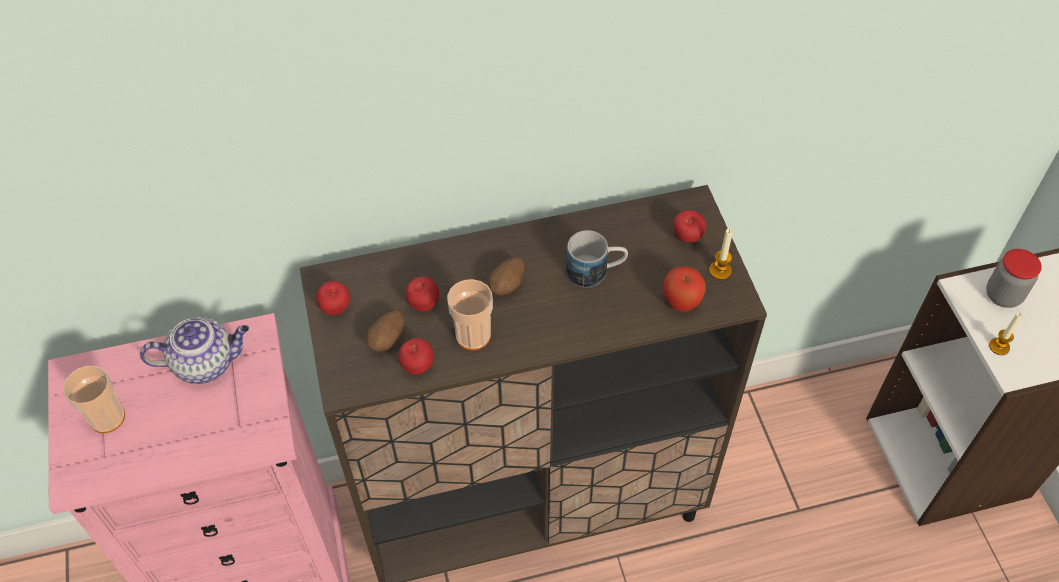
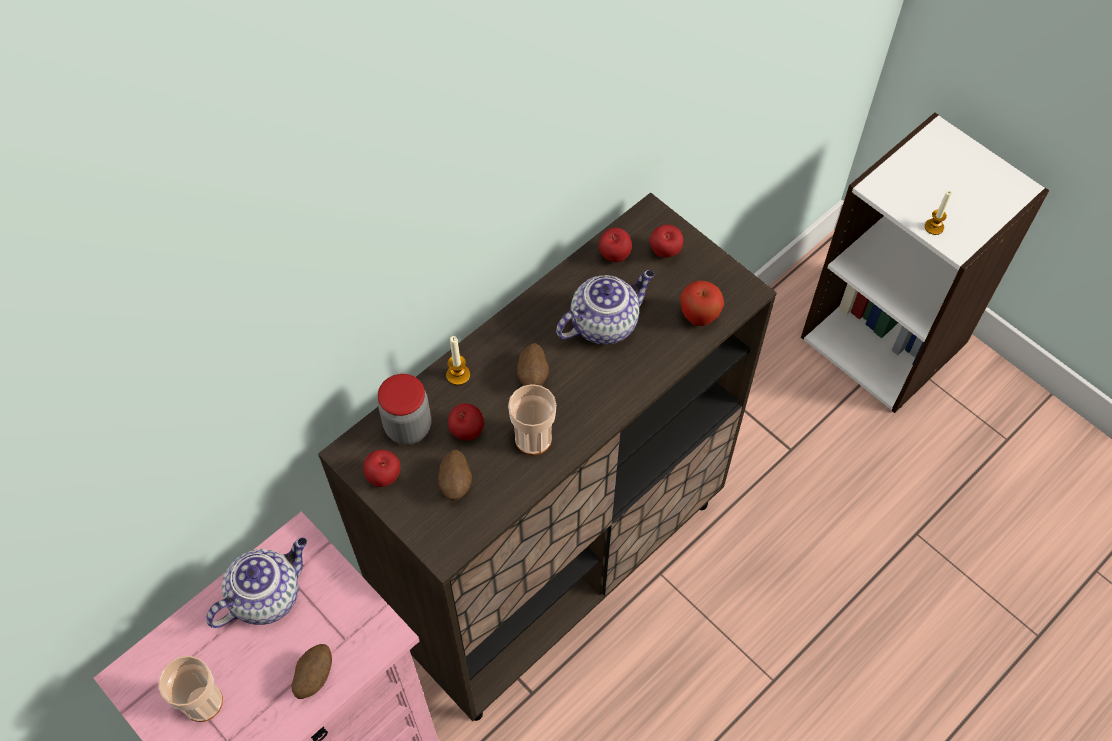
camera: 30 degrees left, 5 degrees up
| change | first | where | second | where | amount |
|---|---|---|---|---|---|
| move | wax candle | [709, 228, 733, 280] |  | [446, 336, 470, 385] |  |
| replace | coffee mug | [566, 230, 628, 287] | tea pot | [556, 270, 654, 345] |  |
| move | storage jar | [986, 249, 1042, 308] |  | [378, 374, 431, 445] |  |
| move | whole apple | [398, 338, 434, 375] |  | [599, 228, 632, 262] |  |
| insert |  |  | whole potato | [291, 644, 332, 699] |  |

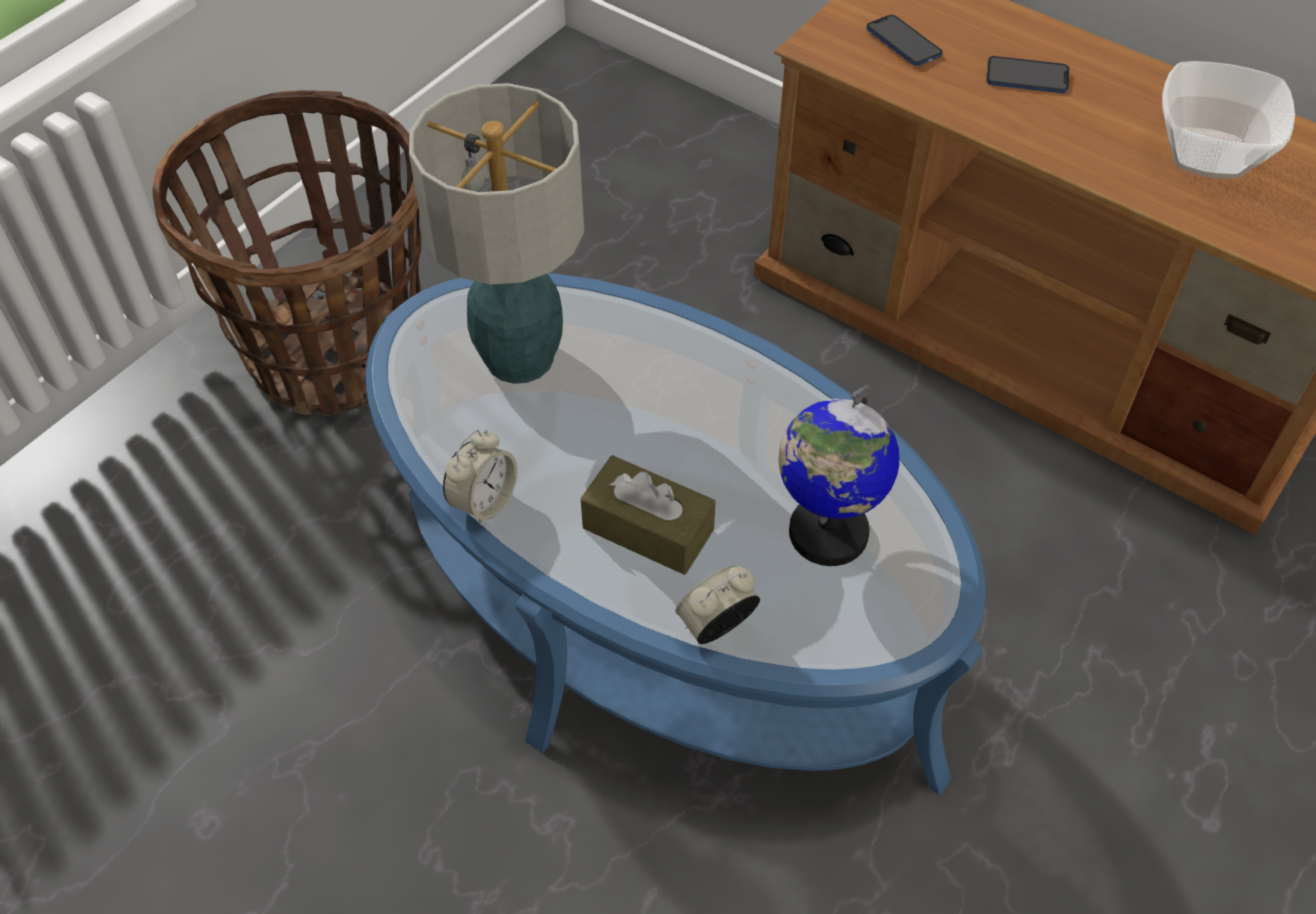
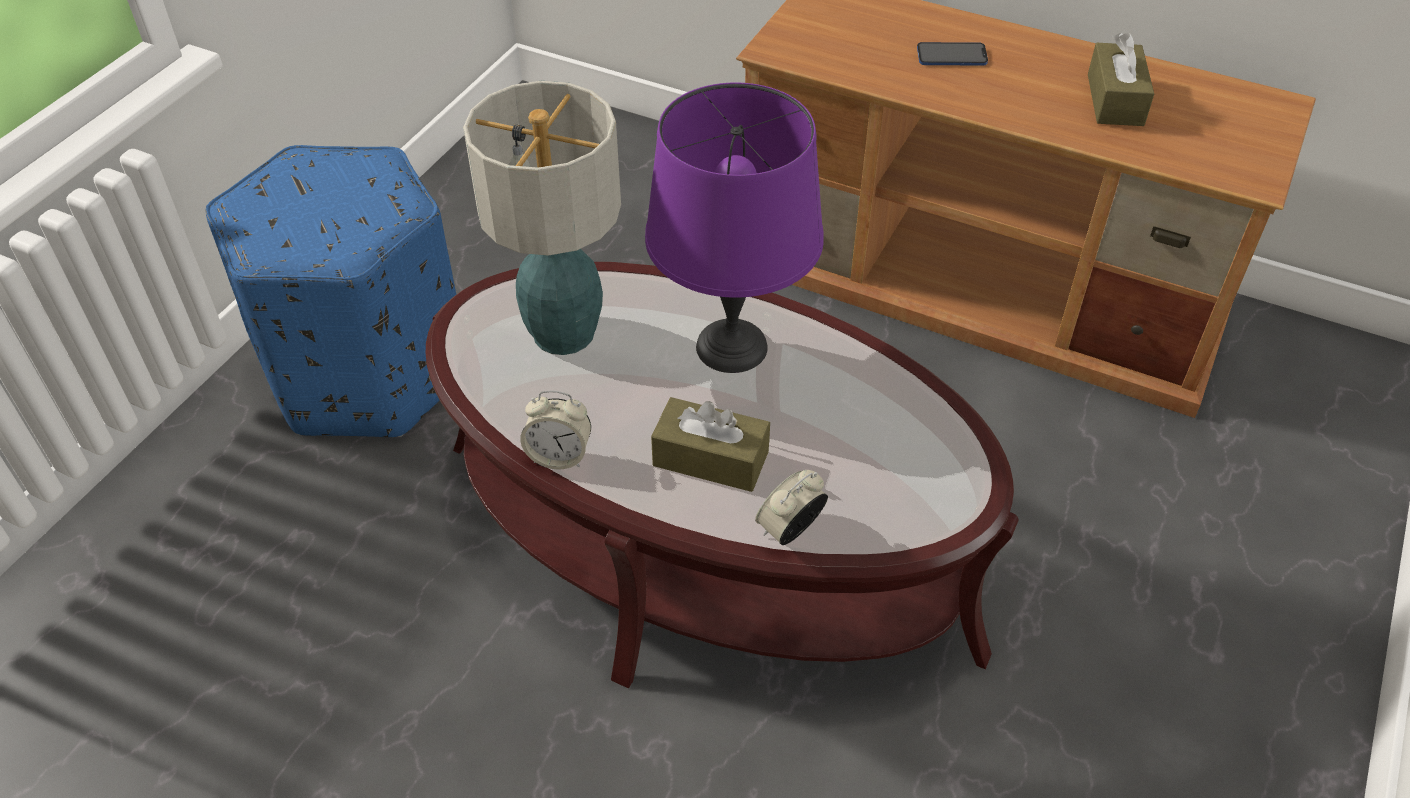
camera: 10 degrees left, 5 degrees down
| change | first | where | second | where | amount |
|---|---|---|---|---|---|
| delete | telephone | [866, 15, 943, 66] |  |  |  |
| replace | bowl | [1162, 61, 1295, 179] | brown box of tissues | [1088, 32, 1154, 126] |  |
| replace | household basket | [152, 90, 421, 416] | bluish footrest | [205, 145, 456, 437] |  |
| recolor | bluish coffee table | [366, 273, 986, 796] | brown coffee table | [426, 262, 1019, 688] |  |
| delete | world globe | [778, 385, 899, 566] |  |  |  |
| rotate | table clock | [443, 430, 517, 525] |  | [520, 390, 591, 469] | 75 degrees clockwise |
| insert |  |  | purple table lamp | [645, 82, 824, 373] |  |

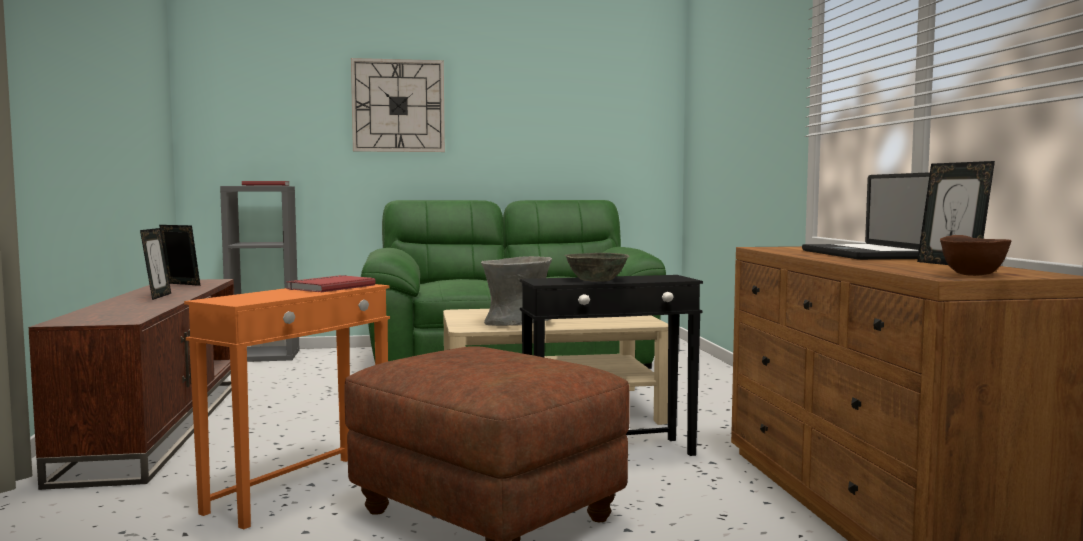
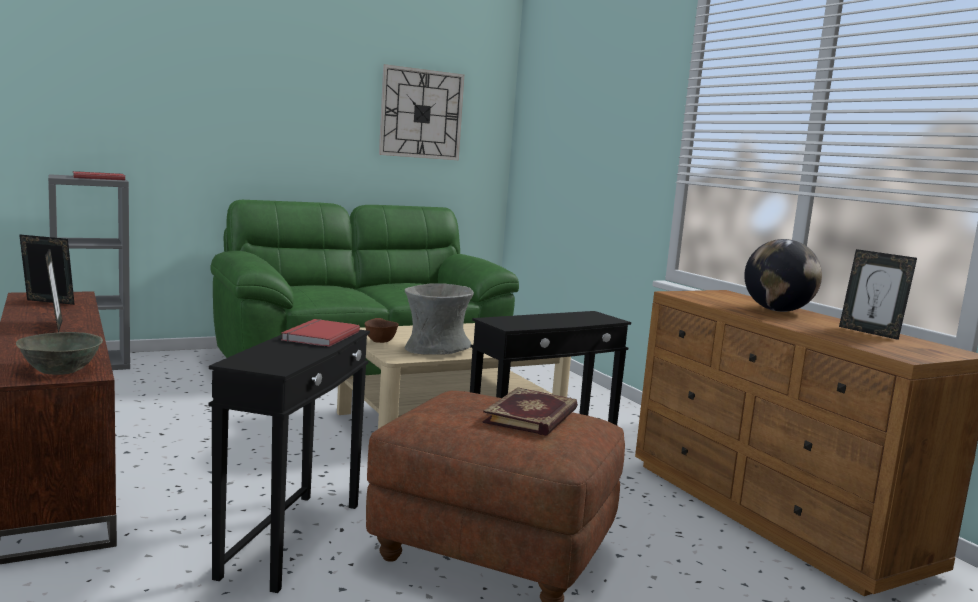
camera: 20 degrees left, 5 degrees up
| change | first | where | second | where | amount |
|---|---|---|---|---|---|
| move | hanging clock | [351, 58, 445, 152] |  | [379, 64, 464, 160] |  |
| replace | laptop | [802, 172, 930, 260] | world globe | [744, 239, 822, 312] |  |
| move | brown bowl | [940, 235, 1011, 276] |  | [364, 318, 399, 343] |  |
| move | greyish bowl | [564, 253, 629, 282] |  | [16, 332, 103, 375] |  |
| recolor | orange end table | [184, 284, 390, 529] | black-coloured end table | [208, 330, 370, 593] |  |
| insert |  |  | book | [482, 387, 578, 436] |  |

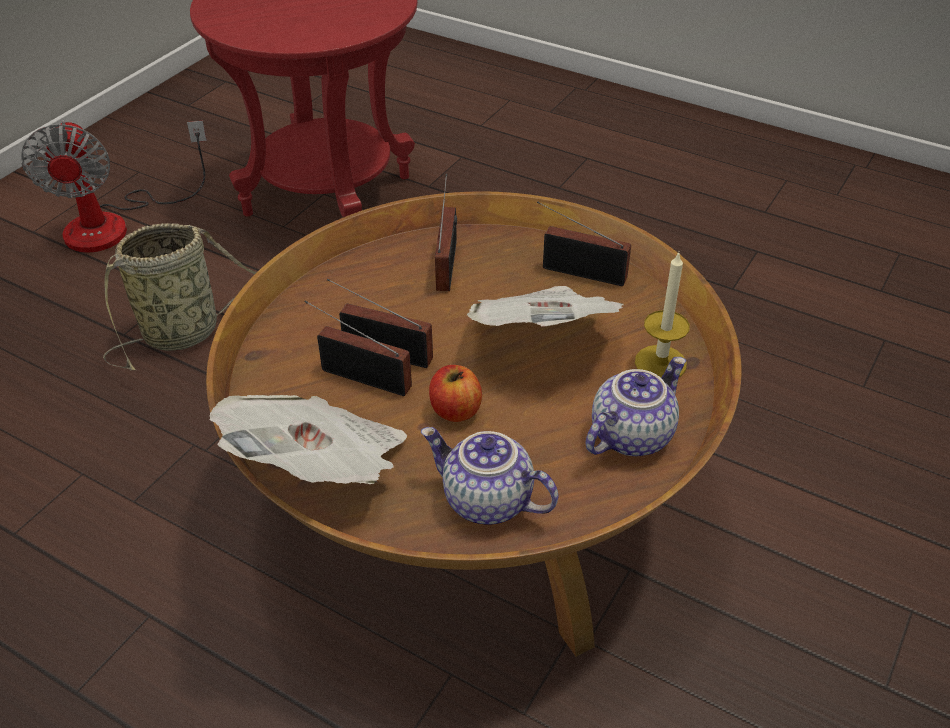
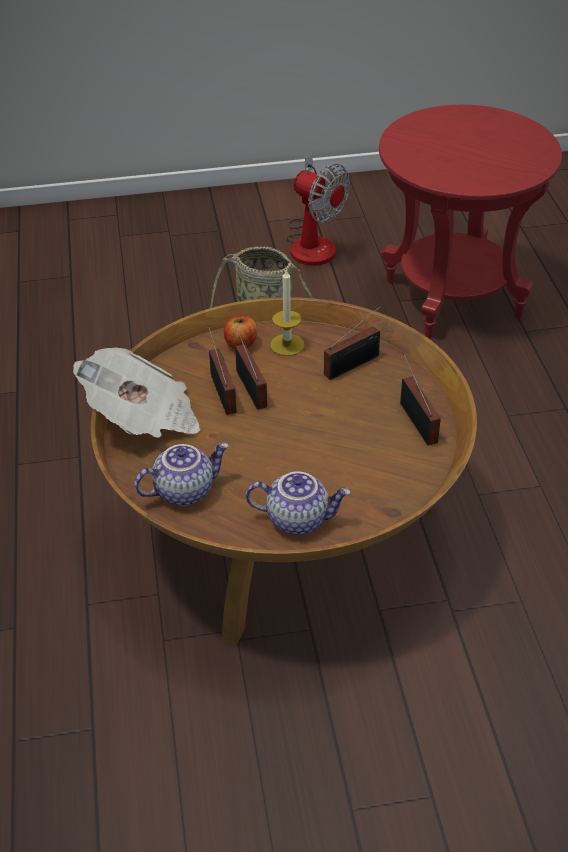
camera: 50 degrees right, 0 degrees up
| change | first | where | second | where | amount |
|---|---|---|---|---|---|
| rotate | cooling fan | [21, 120, 207, 253] |  | [286, 154, 350, 266] | 90 degrees counterclockwise |
| move | wax candle | [635, 252, 690, 377] |  | [270, 268, 305, 356] |  |
| delete | printed paper | [467, 286, 624, 326] |  |  |  |
| move | whole apple | [429, 365, 482, 422] |  | [224, 314, 257, 349] |  |
| rotate | tea pot | [421, 427, 558, 524] |  | [134, 442, 229, 506] | 75 degrees clockwise |

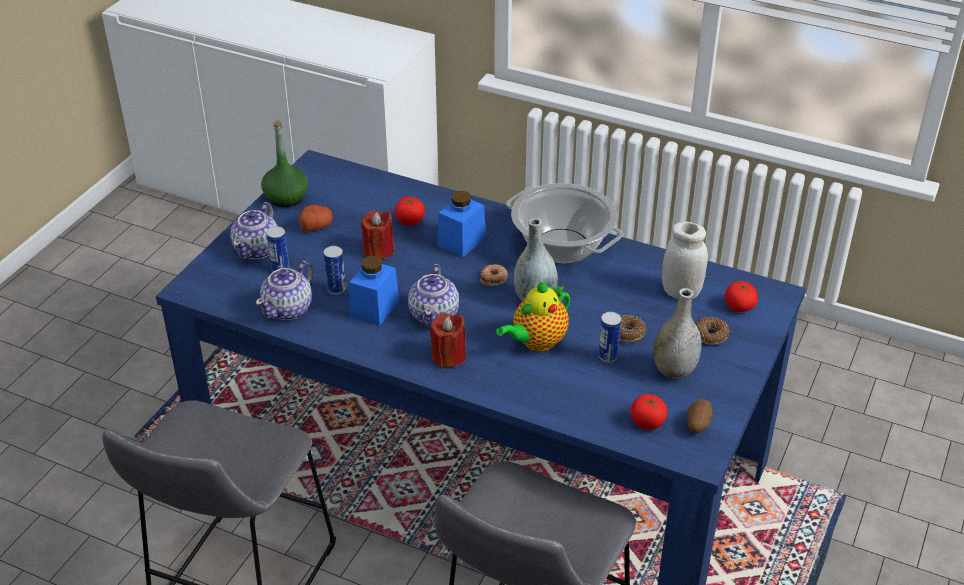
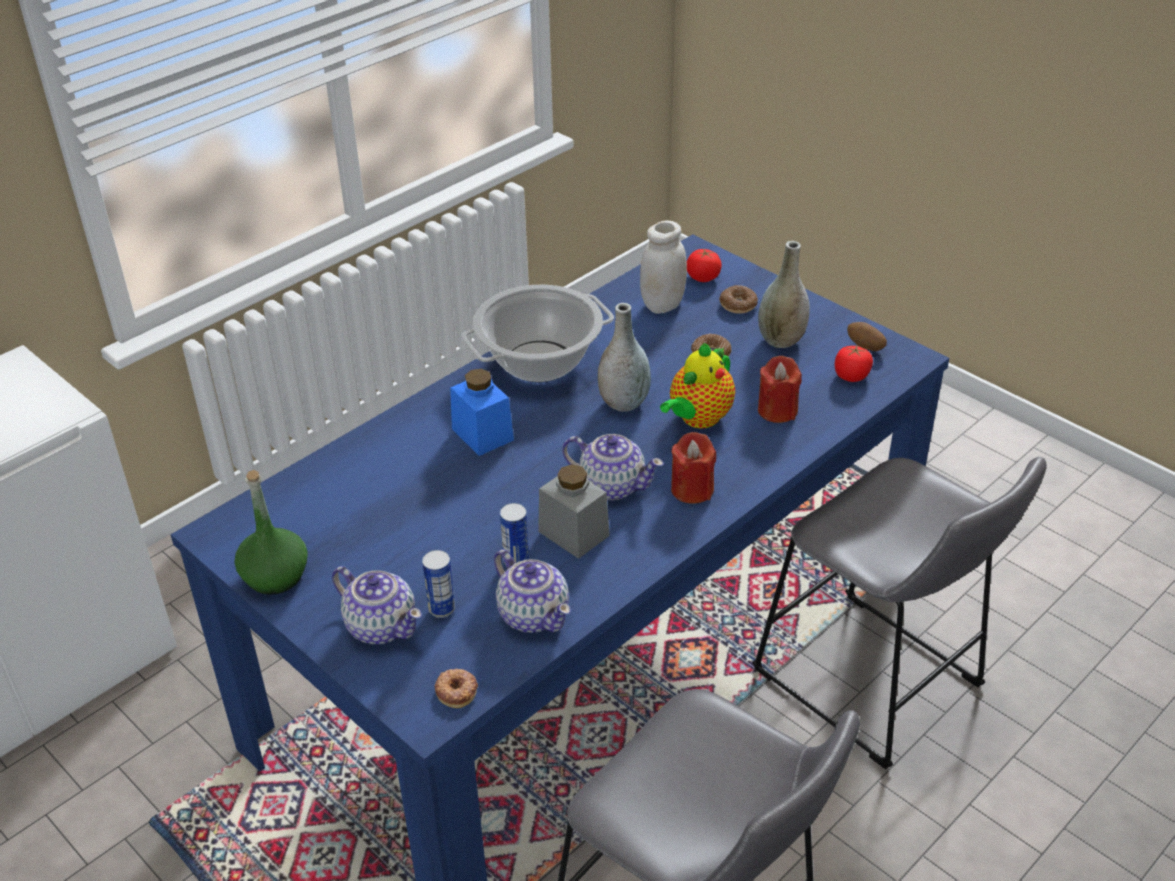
camera: 70 degrees left, 0 degrees up
| change | first | where | second | where | amount |
|---|---|---|---|---|---|
| delete | fresh tomato | [395, 197, 425, 226] |  |  |  |
| delete | whole potato | [299, 205, 333, 232] |  |  |  |
| move | red wax candle | [361, 210, 395, 259] |  | [758, 356, 802, 423] |  |
| recolor | bluish storage jar | [349, 256, 399, 326] | greyish storage jar | [538, 464, 610, 559] |  |
| move | donut | [480, 264, 508, 286] |  | [435, 669, 478, 708] |  |
| rotate | tea pot | [496, 282, 570, 352] |  | [660, 343, 735, 428] | 60 degrees clockwise |
| delete | sealed can | [598, 312, 622, 363] |  |  |  |

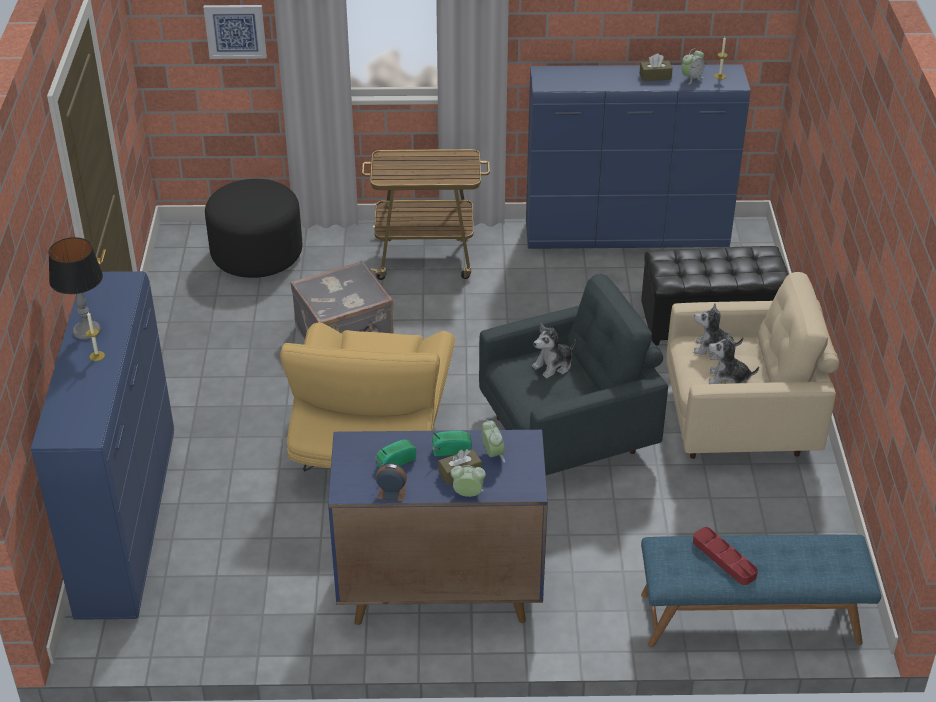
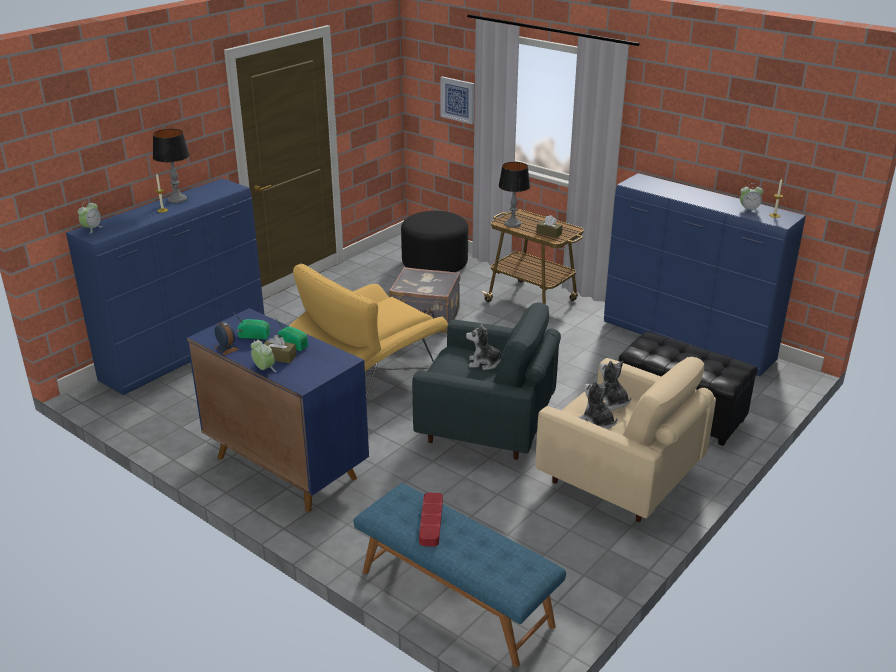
camera: 40 degrees right, 10 degrees down
| change | first | where | second | where | amount |
|---|---|---|---|---|---|
| move | brown box of tissues | [639, 54, 673, 81] |  | [536, 215, 563, 238] |  |
| move | table clock | [482, 420, 505, 462] |  | [78, 201, 103, 234] |  |
| insert |  |  | table lamp | [499, 162, 530, 227] |  |

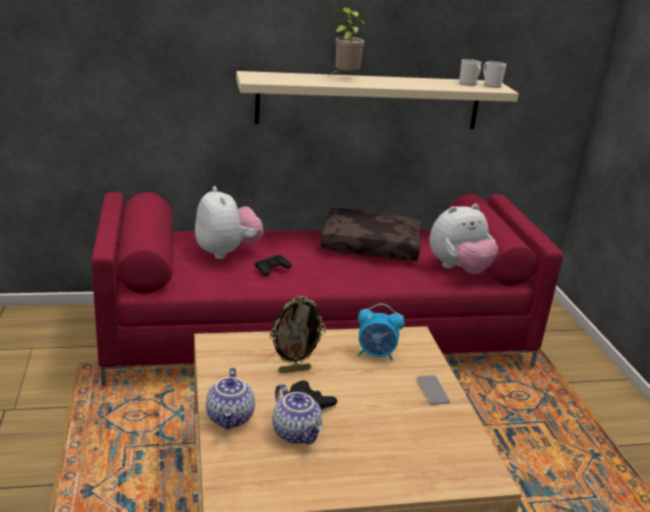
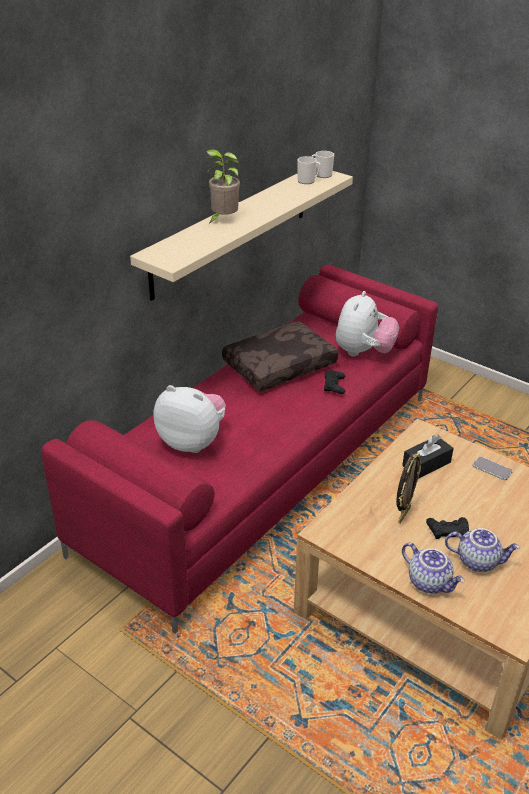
camera: 40 degrees left, 10 degrees up
| change | first | where | second | where | amount |
|---|---|---|---|---|---|
| move | black-coloured game controller | [255, 255, 292, 276] |  | [324, 370, 345, 394] |  |
| replace | table clock | [358, 304, 405, 361] | black-coloured box of tissues | [402, 435, 454, 479] |  |

